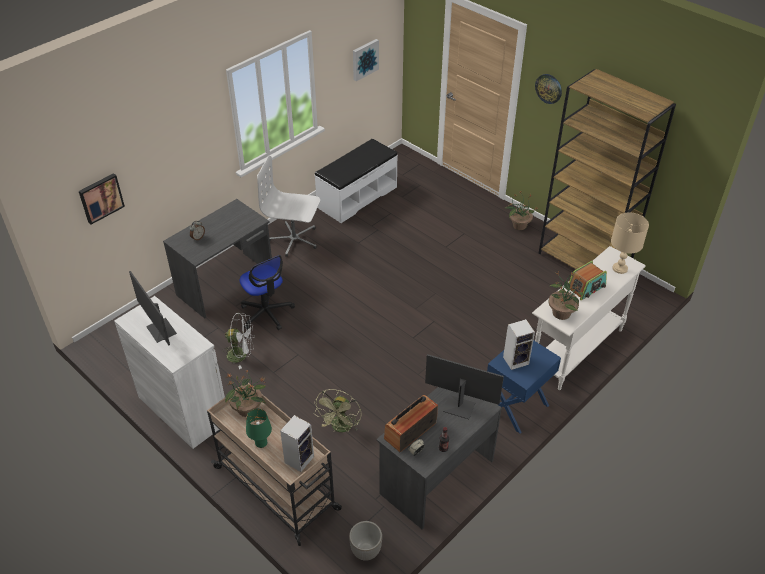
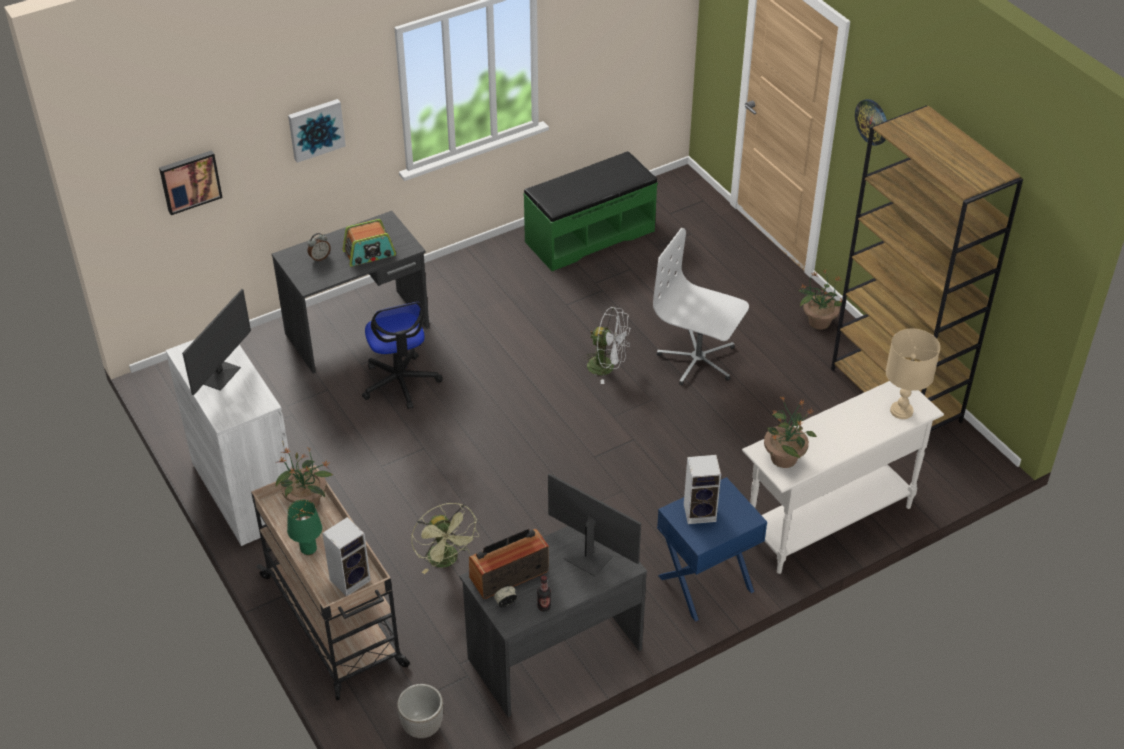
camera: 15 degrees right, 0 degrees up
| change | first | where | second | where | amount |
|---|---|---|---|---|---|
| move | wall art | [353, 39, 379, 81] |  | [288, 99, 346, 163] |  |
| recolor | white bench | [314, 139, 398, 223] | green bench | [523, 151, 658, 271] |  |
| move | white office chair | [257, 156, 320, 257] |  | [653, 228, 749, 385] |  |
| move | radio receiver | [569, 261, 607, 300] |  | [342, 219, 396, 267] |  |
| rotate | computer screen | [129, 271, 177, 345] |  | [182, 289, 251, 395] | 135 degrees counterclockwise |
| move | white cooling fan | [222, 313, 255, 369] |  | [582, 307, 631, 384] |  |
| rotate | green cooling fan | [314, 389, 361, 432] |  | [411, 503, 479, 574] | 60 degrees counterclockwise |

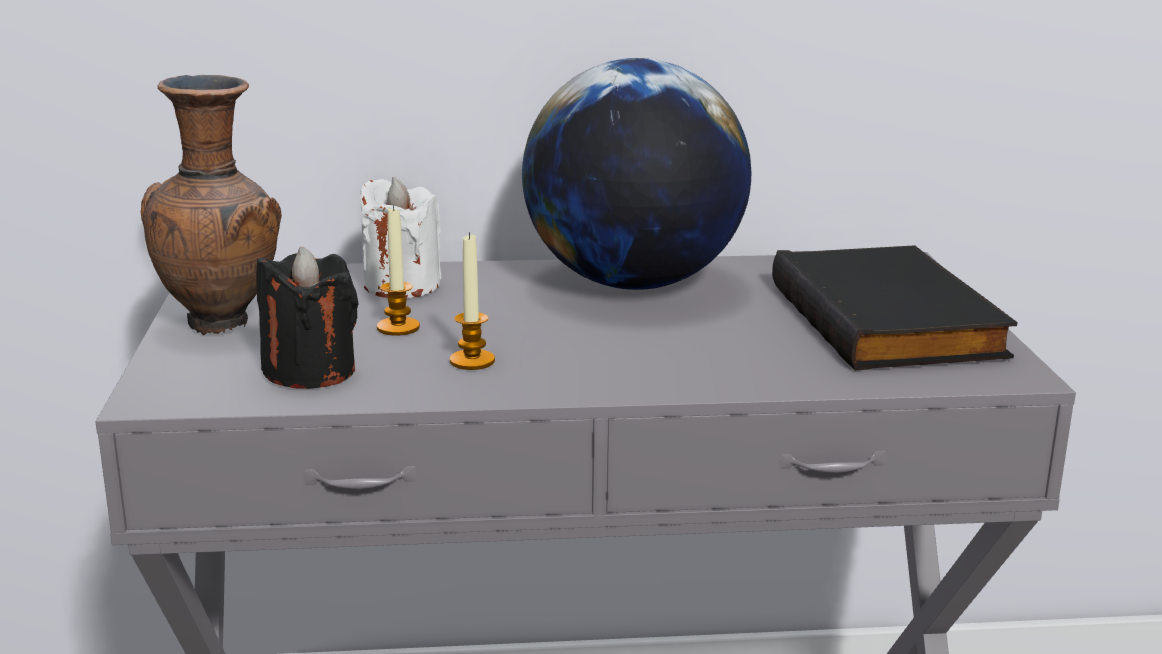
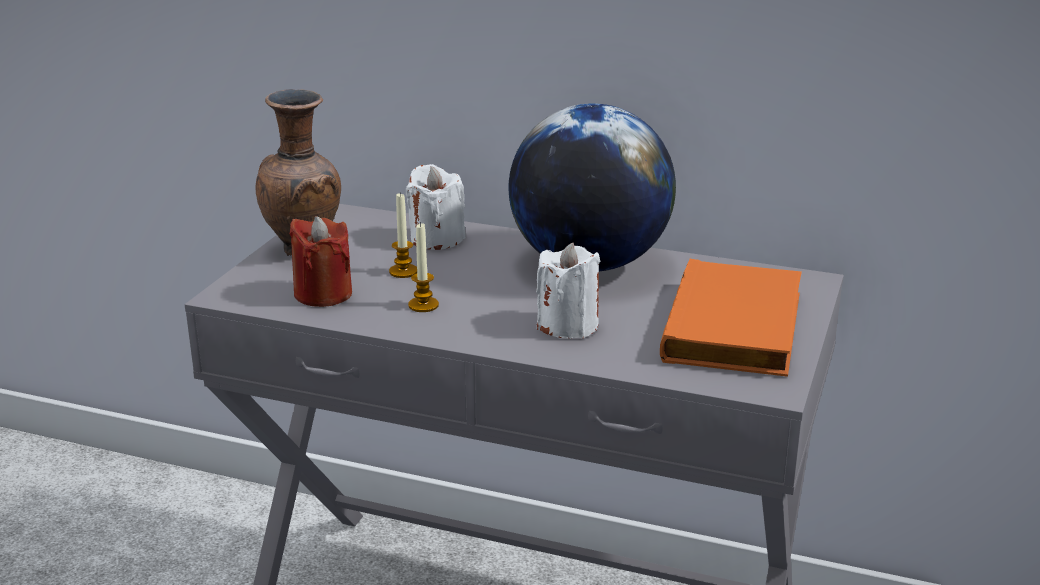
camera: 25 degrees right, 5 degrees up
| change | first | where | second | where | amount |
|---|---|---|---|---|---|
| recolor | black-coloured book | [772, 245, 1018, 370] | orange book | [660, 259, 802, 377] |  |
| recolor | black-coloured wax candle | [256, 247, 359, 389] | red wax candle | [290, 216, 352, 307] |  |
| insert |  |  | white wax candle | [536, 243, 600, 339] |  |

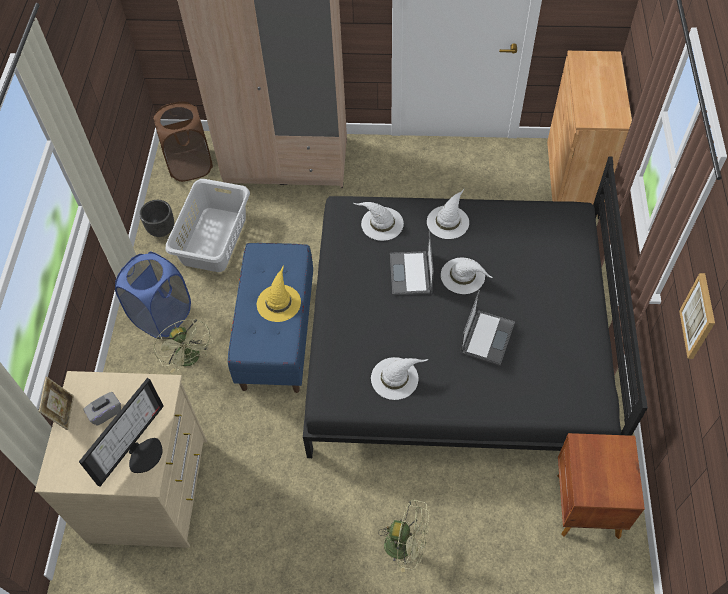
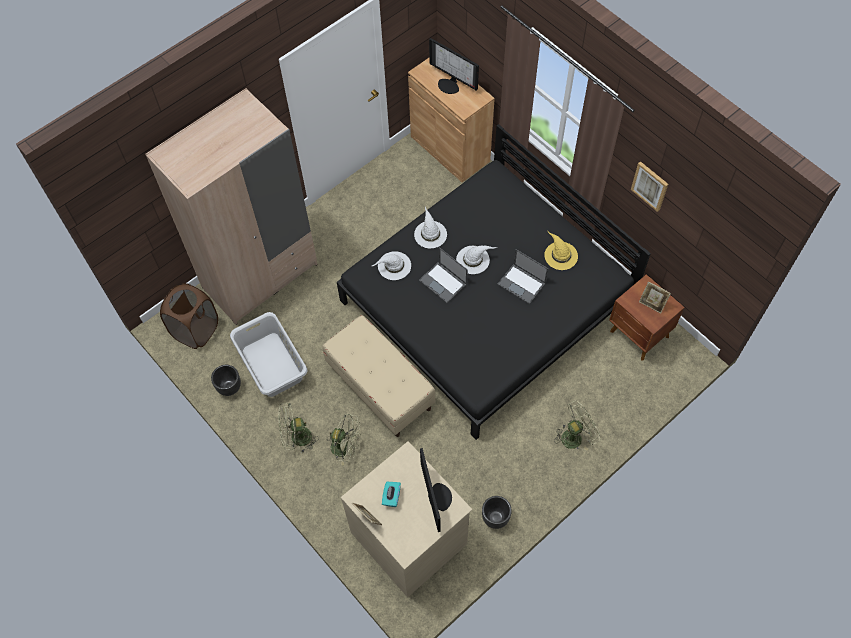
camera: 45 degrees left, 5 degrees up
| change | first | where | second | where | amount |
|---|---|---|---|---|---|
| recolor | bluish bench | [228, 243, 313, 393] | beige-coloured bench | [322, 315, 436, 437] |  |
| replace | bluish hamper | [115, 252, 191, 339] | green cooling fan | [278, 403, 319, 452] |  |
| move | yellow-coloured hat | [257, 265, 301, 322] |  | [544, 231, 578, 270] |  |
| rotate | laptop | [460, 290, 515, 366] |  | [497, 249, 548, 304] | 150 degrees clockwise |
| delete | white hat | [371, 357, 429, 400] |  |  |  |
| recolor | greyish box of tissues | [83, 392, 121, 426] | turquoise box of tissues | [382, 482, 401, 507] |  |
| insert |  |  | computer screen | [429, 38, 479, 94] |  |
| insert |  |  | standing frame | [639, 281, 671, 313] |  |
| insert |  |  | black-coloured planter | [482, 496, 512, 529] |  |

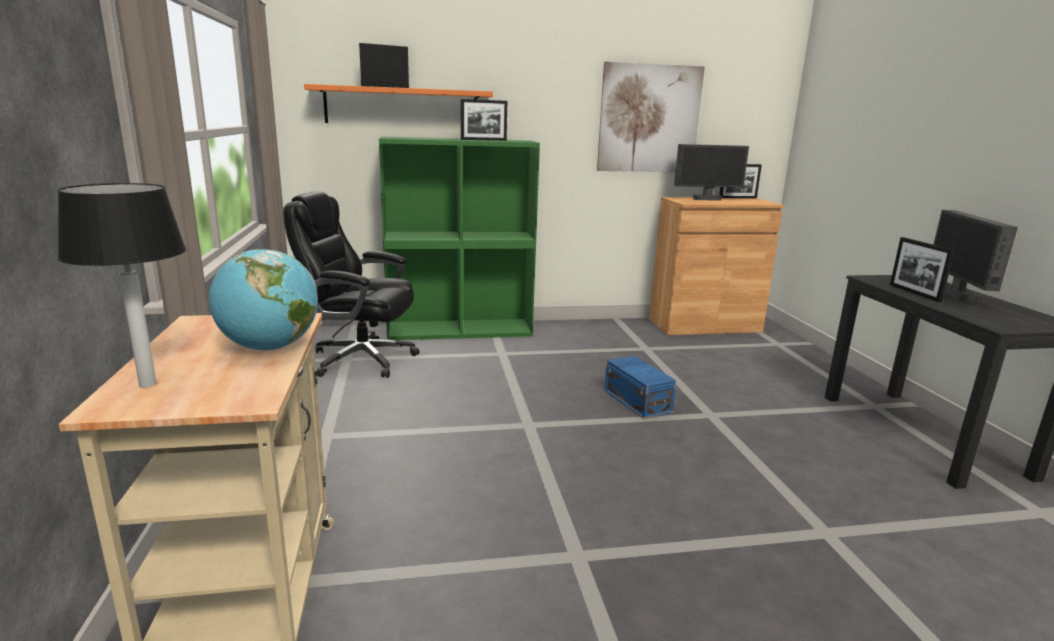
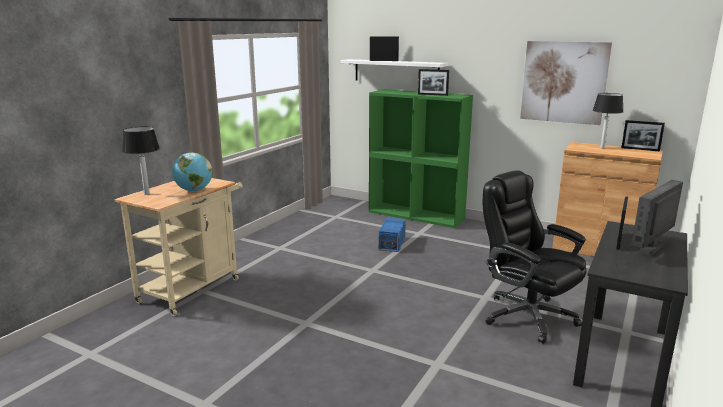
camera: 40 degrees right, 0 degrees up
| change | first | where | second | where | amount |
|---|---|---|---|---|---|
| recolor | orange shelf | [304, 84, 493, 123] | white shelf | [340, 59, 448, 81] |  |
| replace | computer screen | [674, 144, 749, 200] | table lamp | [593, 93, 623, 149] |  |
| move | black-coloured office chair | [283, 191, 420, 378] |  | [483, 170, 586, 344] |  |
| move | bluish storage bin | [604, 356, 677, 419] |  | [379, 218, 406, 252] |  |

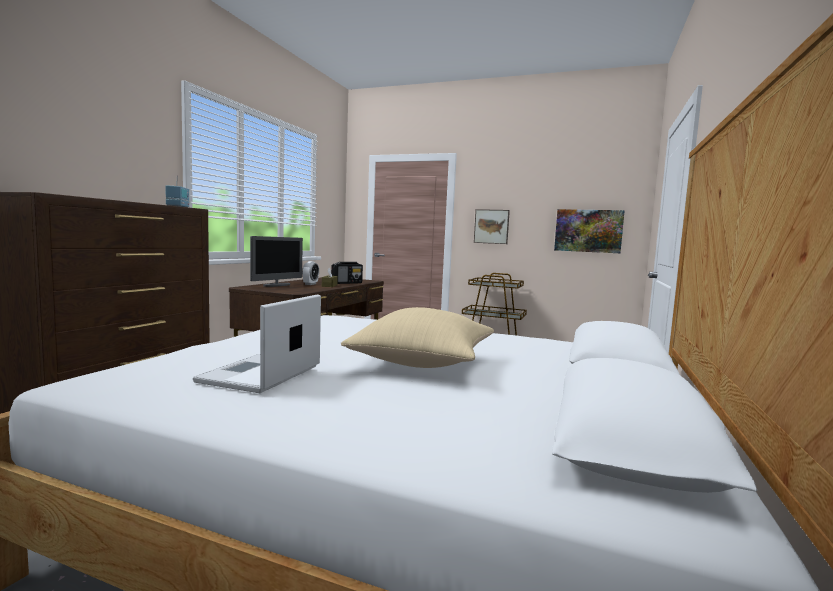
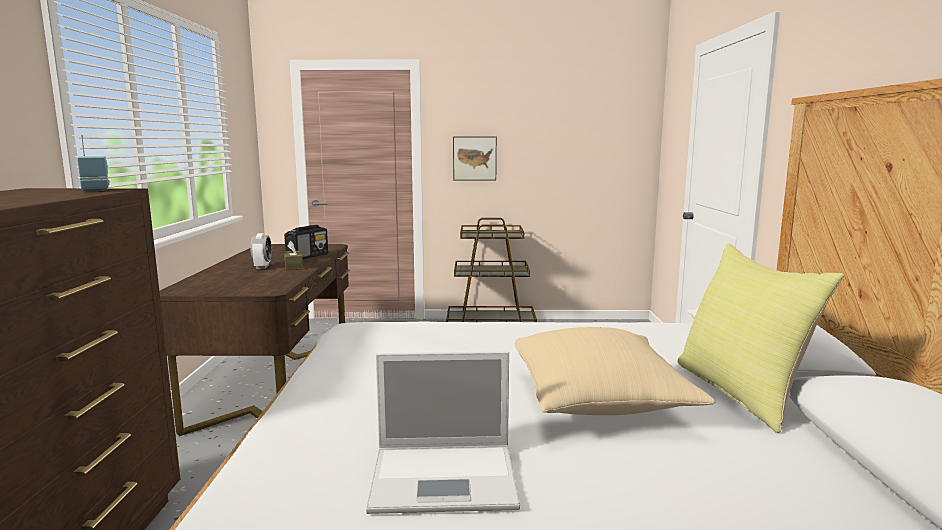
camera: 20 degrees left, 5 degrees up
| change | first | where | second | where | amount |
|---|---|---|---|---|---|
| delete | wall art | [554, 209, 625, 253] |  |  |  |
| delete | computer screen | [250, 236, 303, 287] |  |  |  |
| rotate | laptop | [193, 294, 321, 393] |  | [366, 351, 520, 514] | 90 degrees counterclockwise |
| insert |  |  | yellow-coloured pillow | [677, 243, 844, 433] |  |

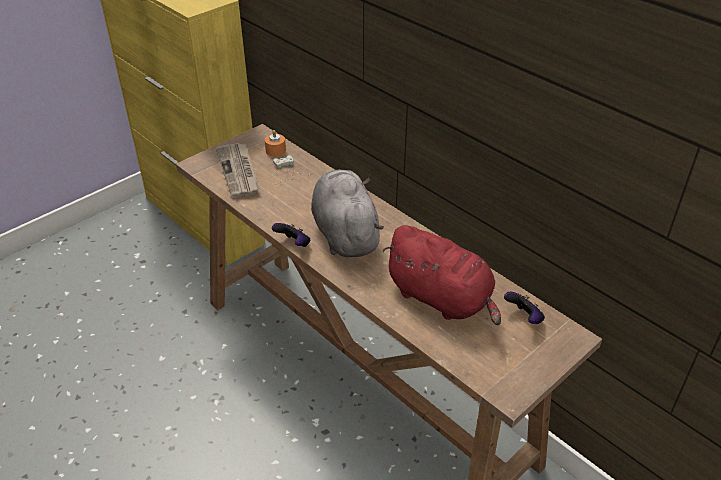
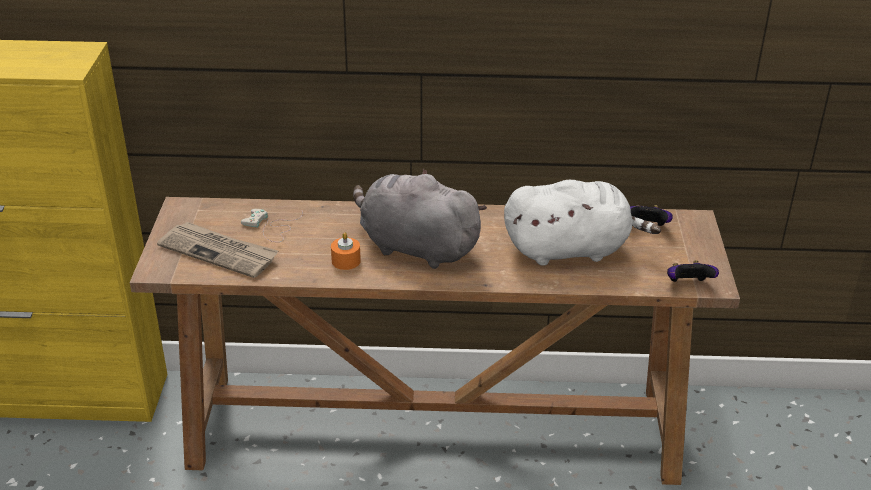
camera: 45 degrees left, 5 degrees down
| change | first | where | second | where | amount |
|---|---|---|---|---|---|
| move | orange wax candle | [265, 130, 286, 156] |  | [331, 233, 361, 270] |  |
| move | game controller | [272, 223, 310, 247] |  | [667, 260, 719, 282] |  |
| recolor | red plush toy | [382, 225, 501, 325] | white plush toy | [504, 180, 661, 266] |  |

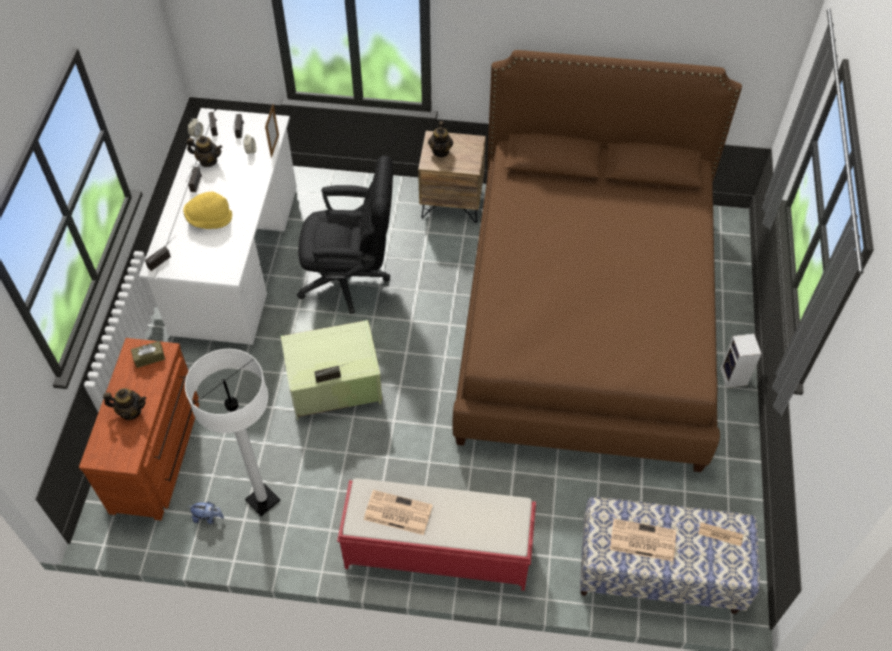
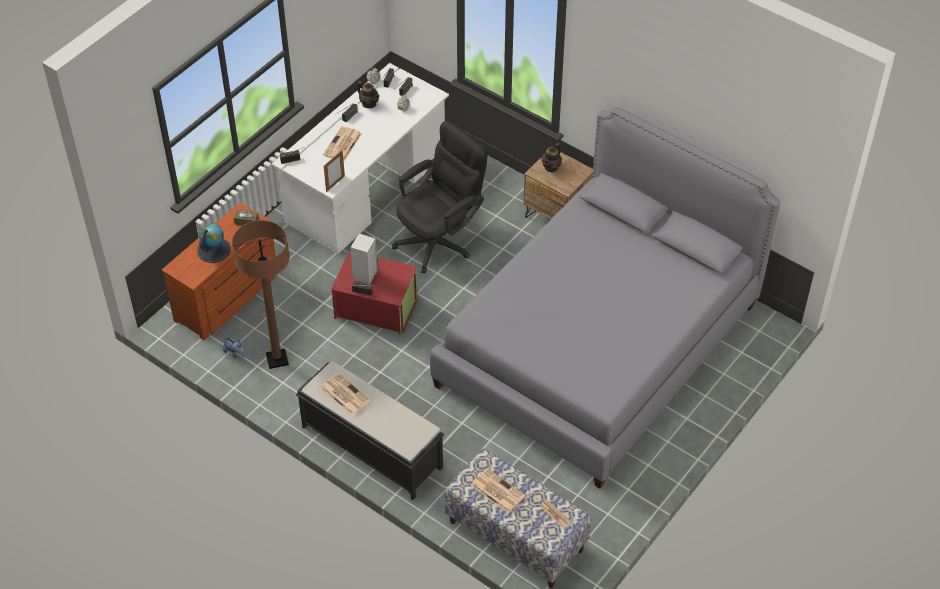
camera: 30 degrees right, 5 degrees down
| change | first | where | second | where | amount |
|---|---|---|---|---|---|
| recolor | brown bedroom bed | [452, 50, 742, 472] | greyish bedroom bed | [430, 107, 780, 489] |  |
| move | standing frame | [265, 104, 279, 158] |  | [324, 150, 345, 192] |  |
| rotate | black-coloured office chair | [297, 156, 393, 314] |  | [392, 120, 487, 274] | 75 degrees counterclockwise |
| replace | yellow-coloured hat | [183, 191, 232, 229] | printed paper | [323, 126, 362, 161] |  |
| recolor | green storage bin | [281, 320, 383, 420] | red storage bin | [331, 250, 417, 335] |  |
| move | loudspeaker | [720, 334, 761, 388] |  | [350, 233, 378, 285] |  |
| recolor | white standard lamp | [185, 349, 280, 516] | brown standard lamp | [232, 220, 290, 369] |  |
| replace | tea pot | [103, 388, 146, 420] | world globe | [197, 224, 231, 263] |  |
| recolor | red bench | [337, 478, 536, 591] | black-coloured bench | [296, 361, 444, 500] |  |

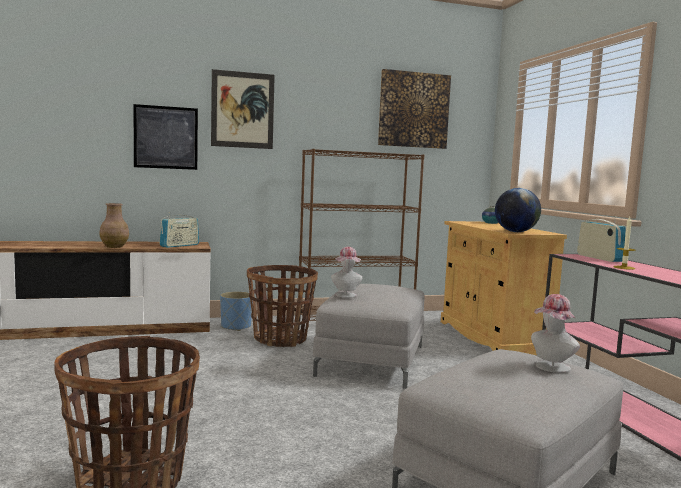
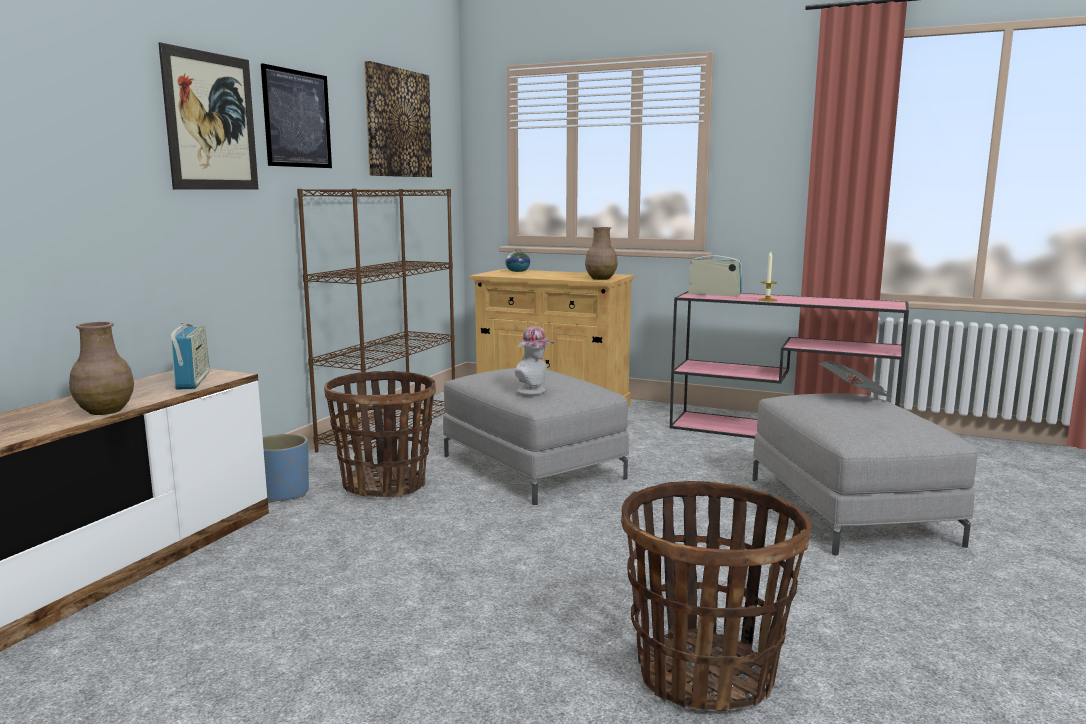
camera: 50 degrees left, 5 degrees up
| change | first | where | second | where | amount |
|---|---|---|---|---|---|
| move | wall art | [133, 104, 198, 170] |  | [261, 63, 332, 168] |  |
| replace | world globe | [495, 188, 541, 232] | brown vase | [585, 227, 618, 280] |  |
| replace | hat | [531, 294, 580, 373] | printed paper | [818, 361, 892, 397] |  |

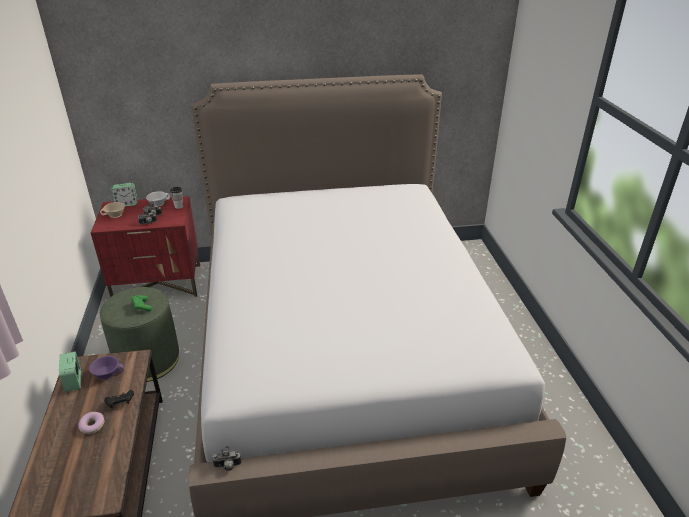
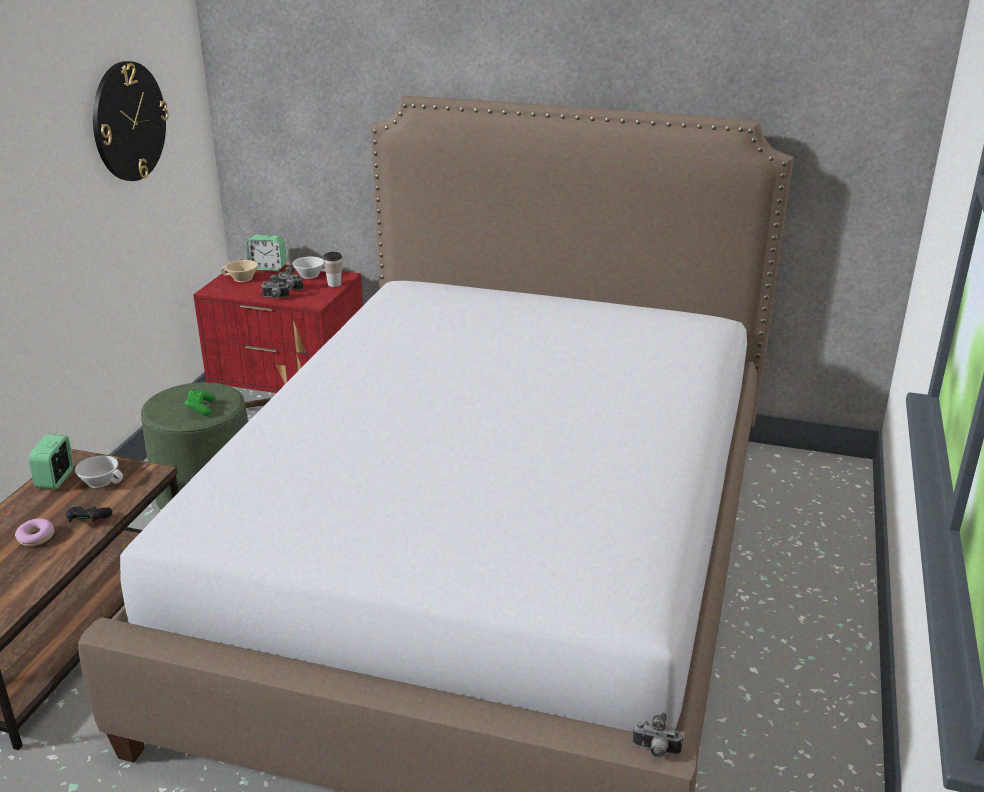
camera: 25 degrees right, 5 degrees down
| change | first | where | second | where | amount |
|---|---|---|---|---|---|
| recolor | purple small cup | [89, 356, 124, 380] | white small cup | [75, 455, 123, 488] |  |
| move | still camera | [212, 446, 242, 471] |  | [632, 712, 683, 758] |  |
| insert |  |  | hanging clock | [93, 61, 169, 181] |  |

